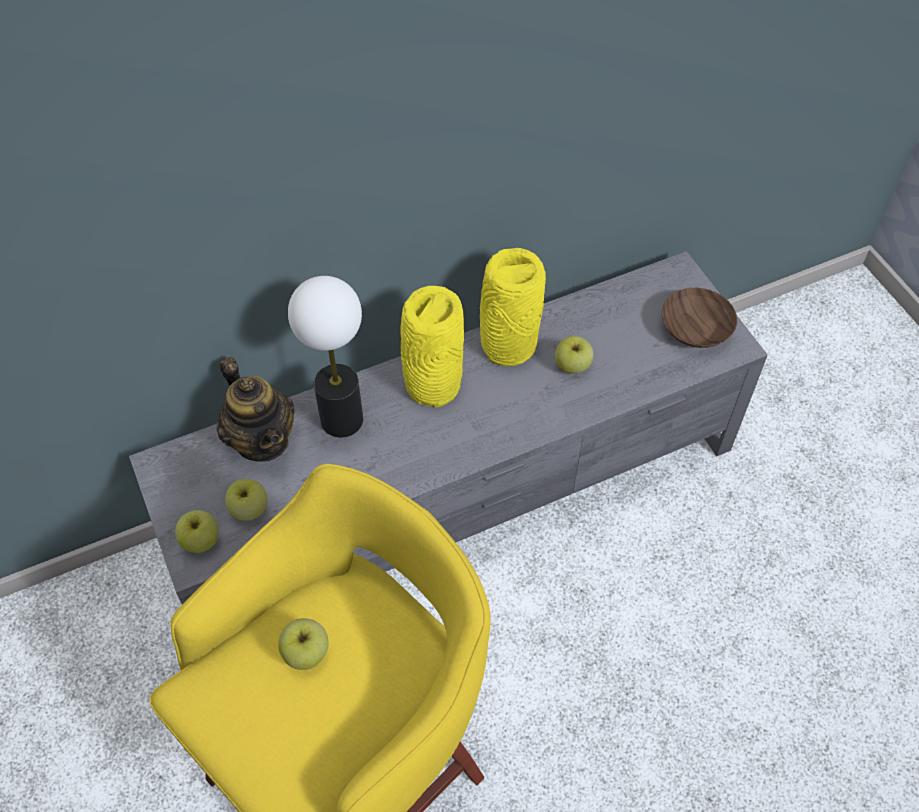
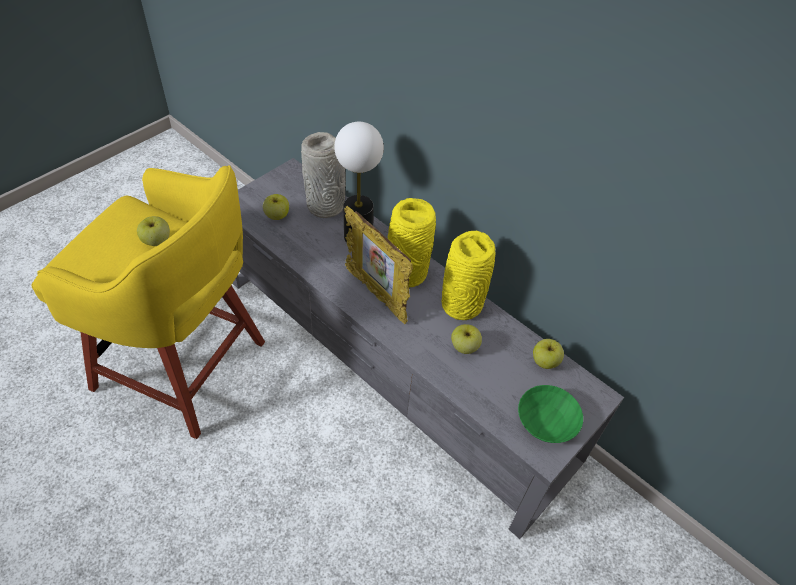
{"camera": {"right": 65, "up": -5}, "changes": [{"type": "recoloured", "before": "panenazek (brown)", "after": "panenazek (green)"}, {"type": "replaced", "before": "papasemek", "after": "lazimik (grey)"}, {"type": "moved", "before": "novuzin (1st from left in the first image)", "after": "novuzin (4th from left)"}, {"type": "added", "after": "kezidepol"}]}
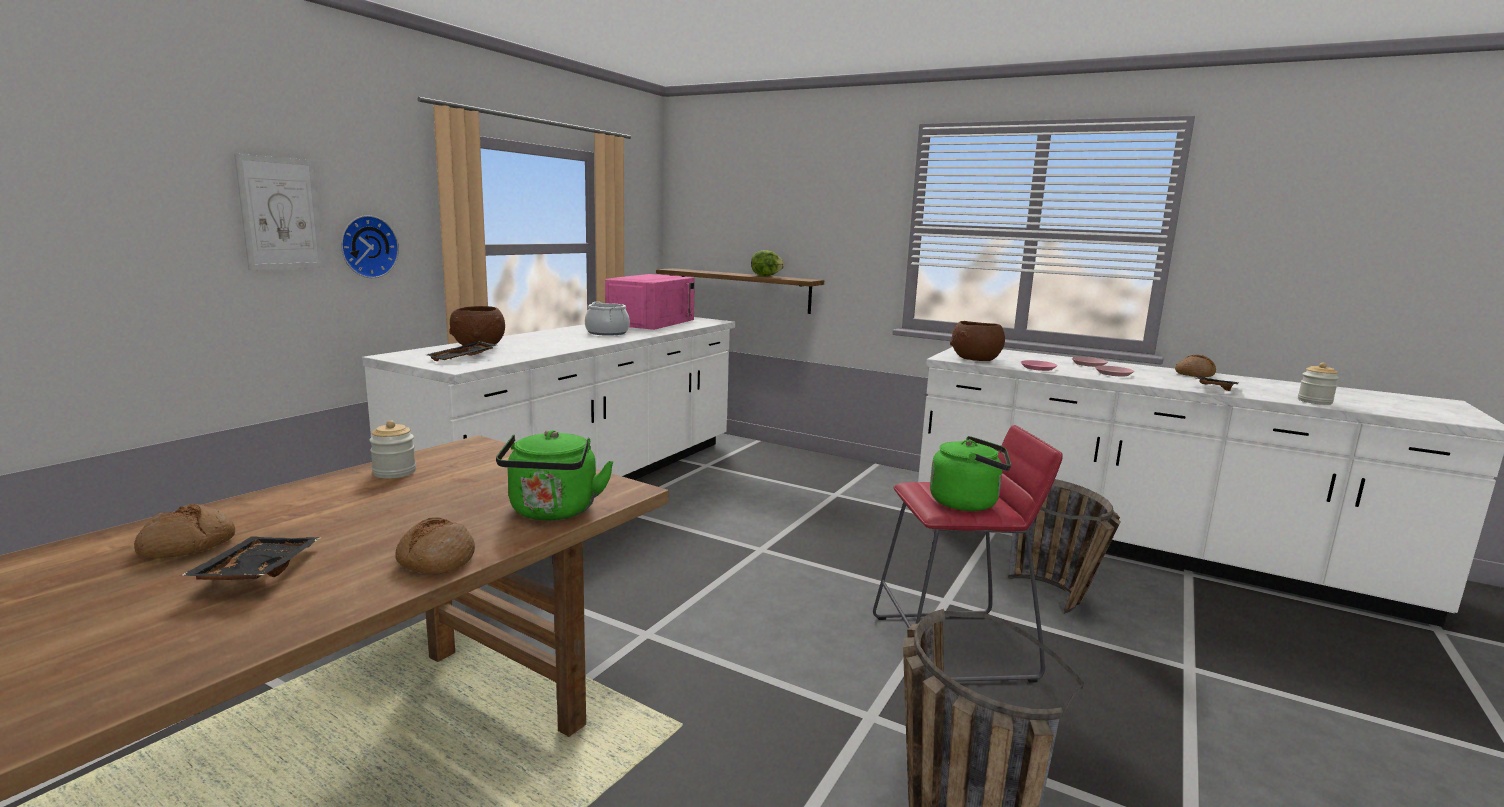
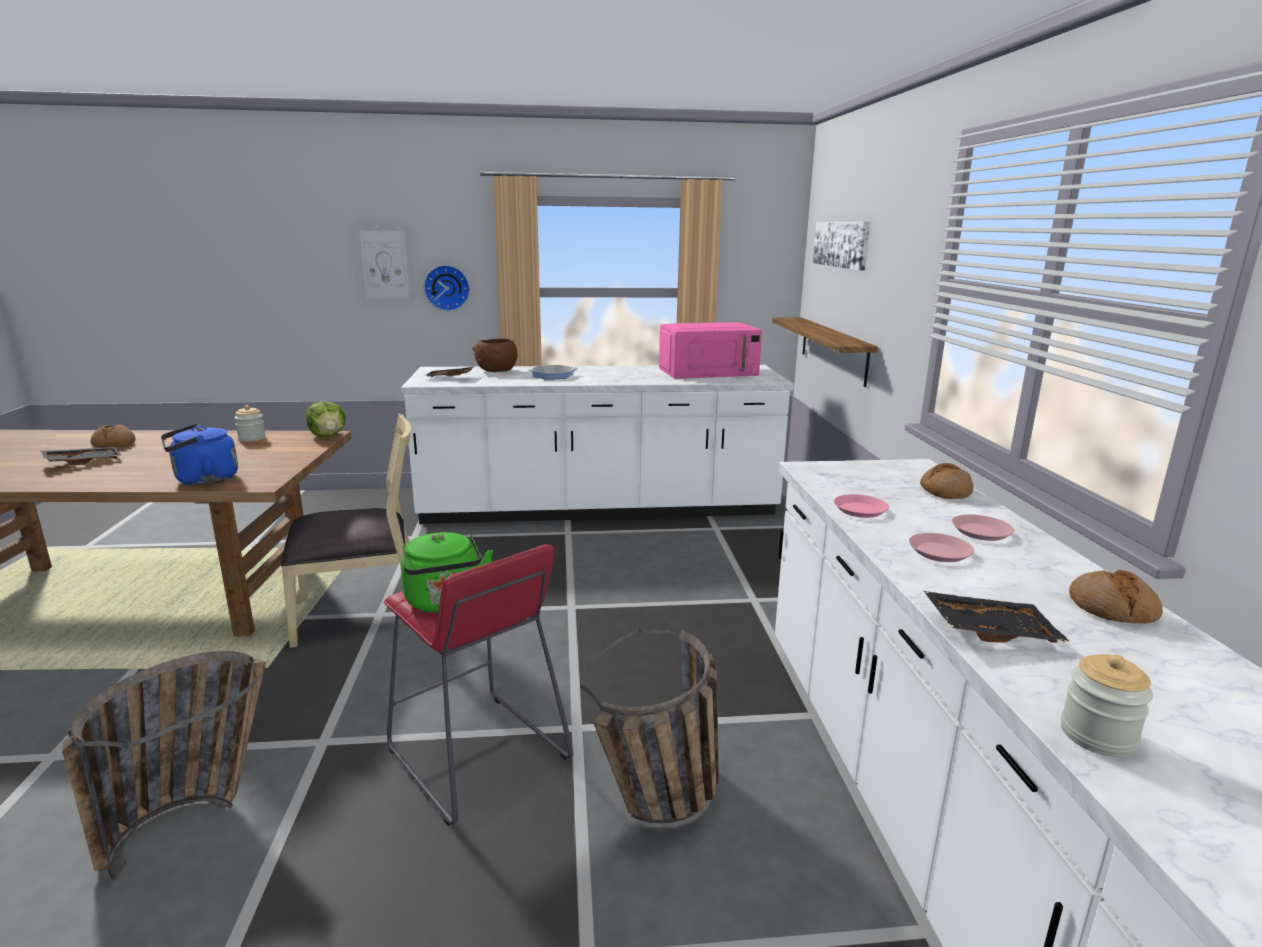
{"camera": {"right": 55, "up": 5}, "changes": [{"type": "moved", "before": "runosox"}, {"type": "removed", "before": "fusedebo"}, {"type": "removed", "before": "panenazek (brown) (2nd from left)"}, {"type": "recoloured", "before": "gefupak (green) (1st from left)", "after": "gefupak (blue)"}, {"type": "moved", "before": "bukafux (2nd from left)"}, {"type": "added", "after": "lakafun (2nd from left)"}, {"type": "added", "after": "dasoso"}, {"type": "added", "after": "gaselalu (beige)"}]}
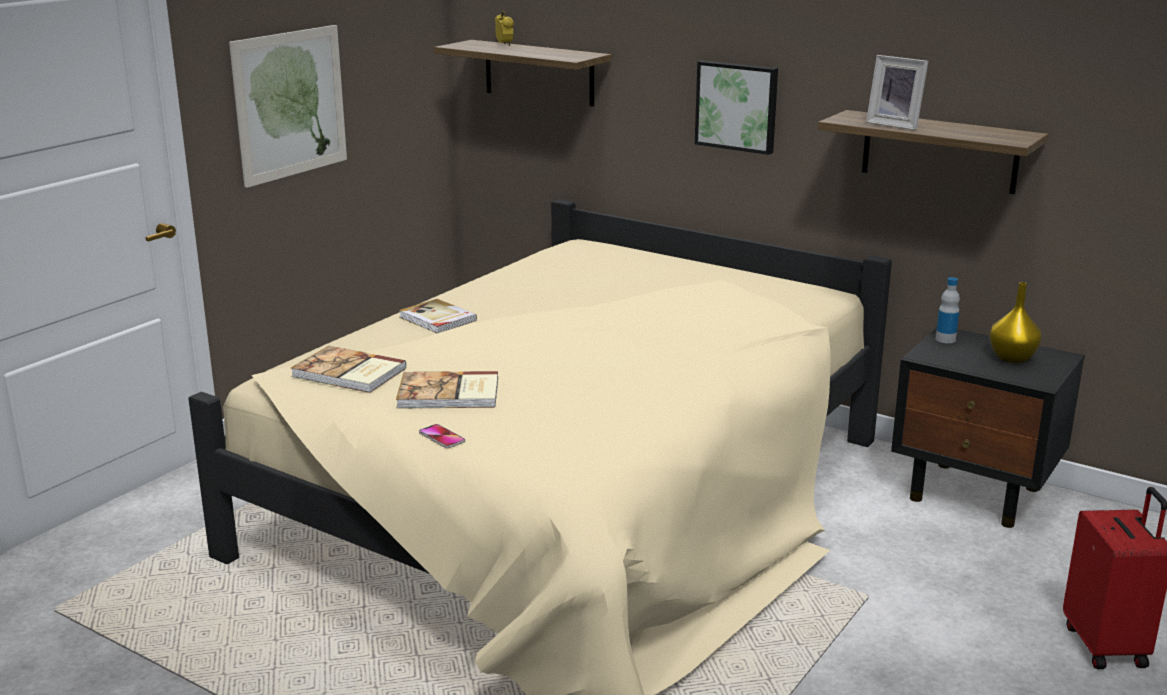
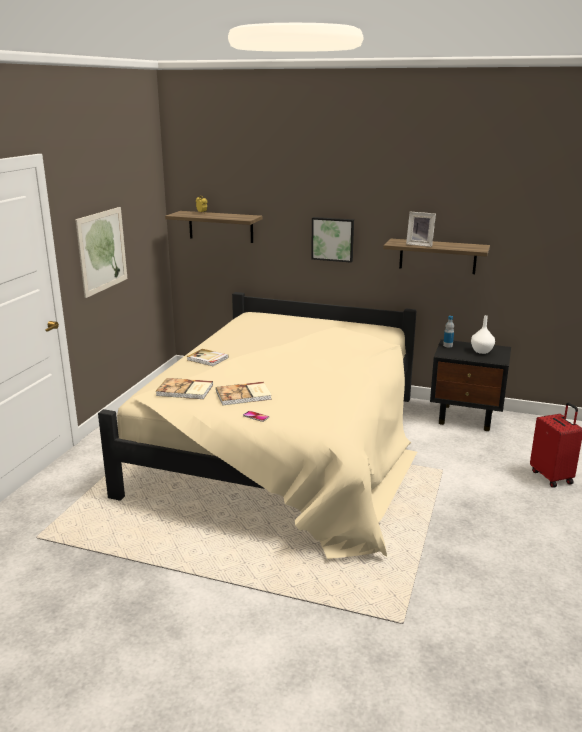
{"camera": {"right": -15, "up": 0}, "changes": [{"type": "recoloured", "before": "lazimik (yellow)", "after": "lazimik (white)"}]}
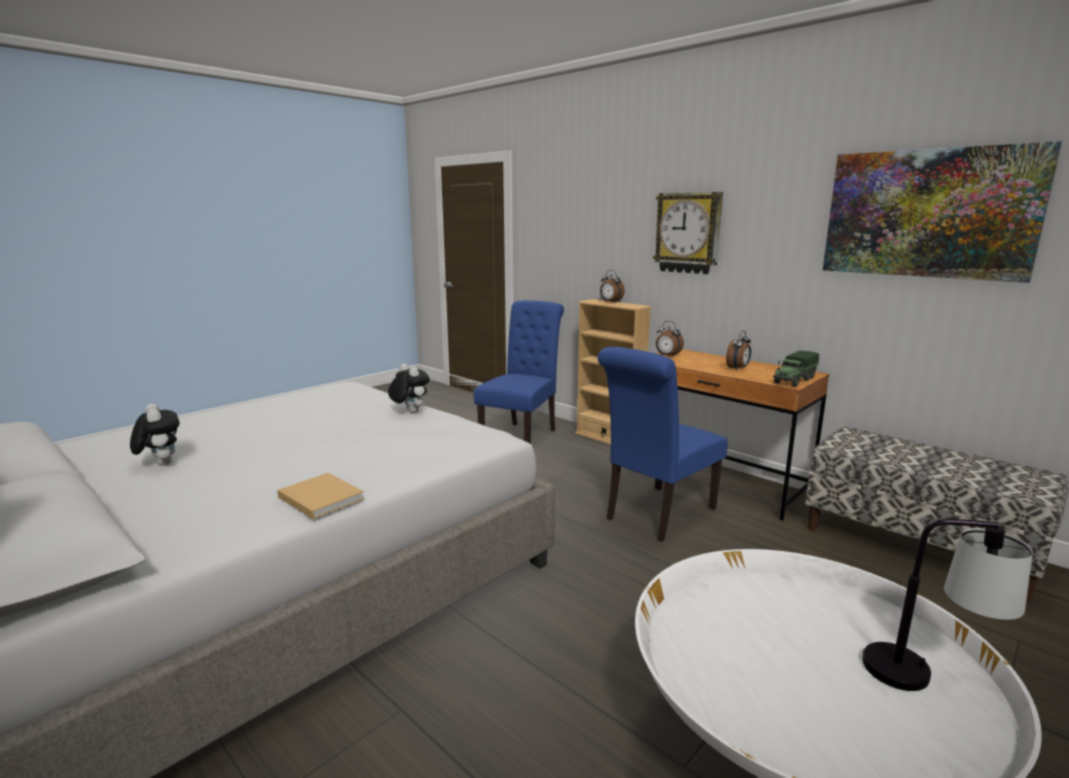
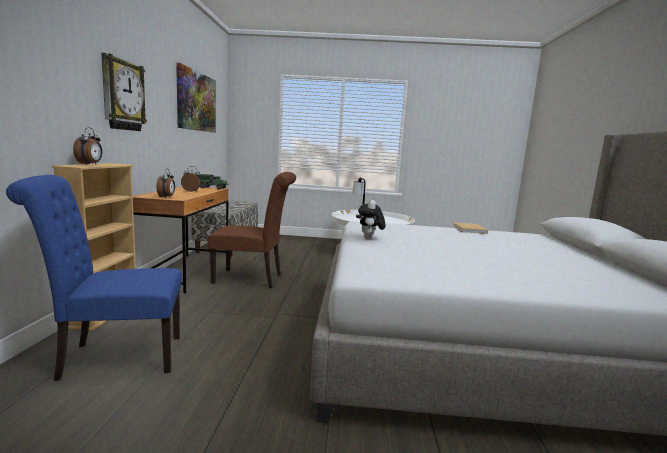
{"camera": {"right": -130, "up": -5}, "changes": [{"type": "recoloured", "before": "gaselalu (blue) (2nd from left)", "after": "gaselalu (brown)"}, {"type": "removed", "before": "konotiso (1st from left)"}]}
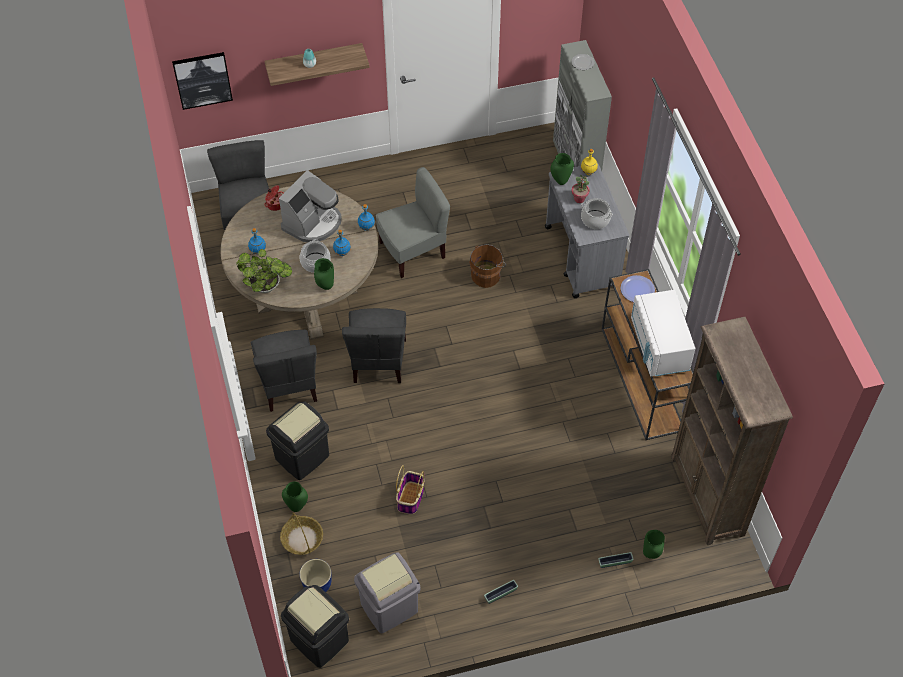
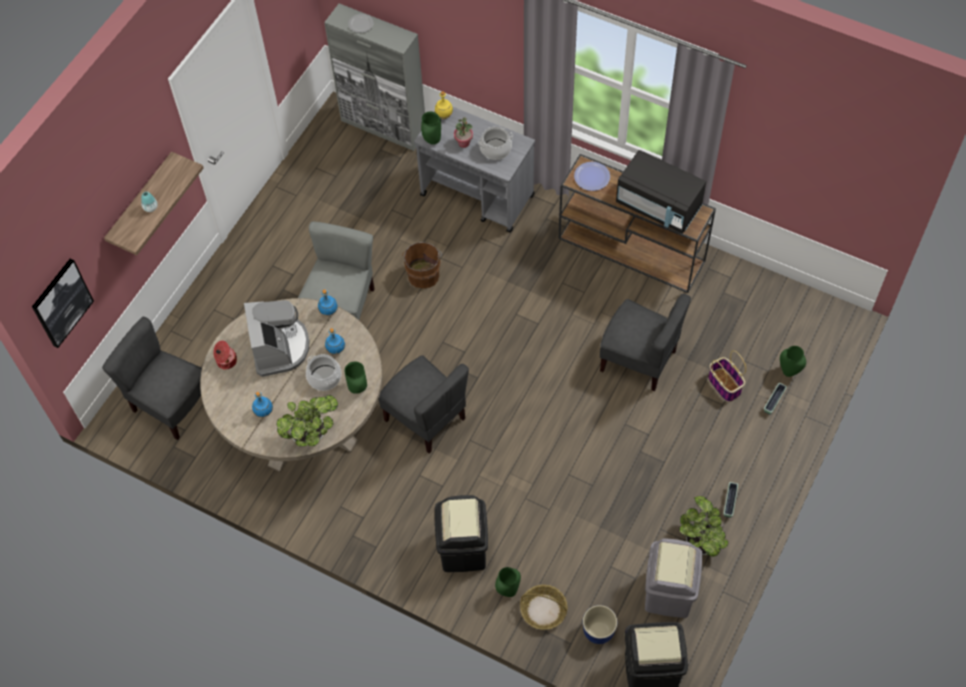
{"camera": {"right": -45, "up": 5}, "changes": [{"type": "recoloured", "before": "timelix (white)", "after": "timelix (black)"}, {"type": "removed", "before": "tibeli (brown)"}, {"type": "moved", "before": "gaselalu (grey) (2nd from left in the first image)", "after": "gaselalu (grey) (4th from left)"}, {"type": "moved", "before": "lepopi (2nd from left)"}, {"type": "added", "after": "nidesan (3rd from left)"}]}
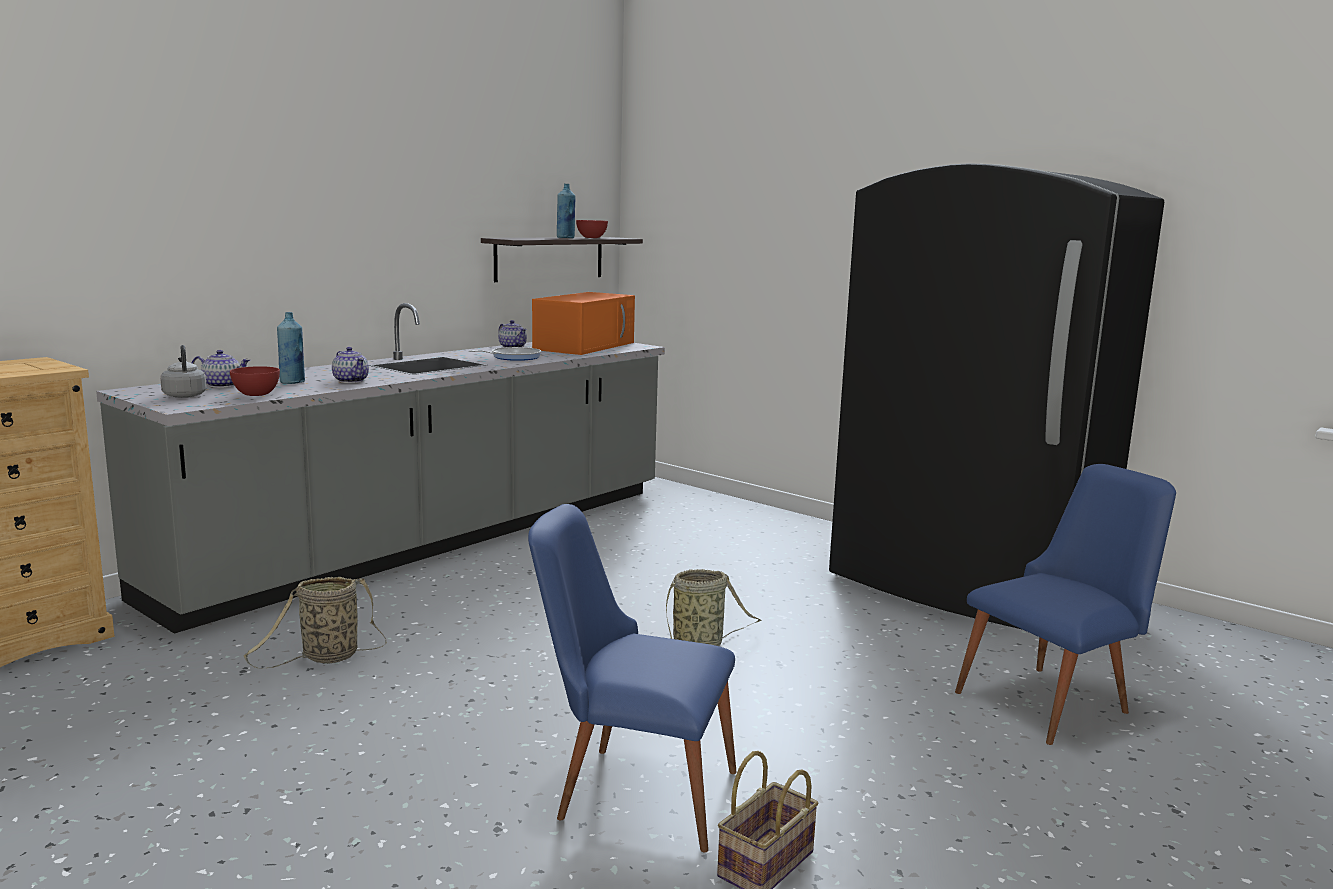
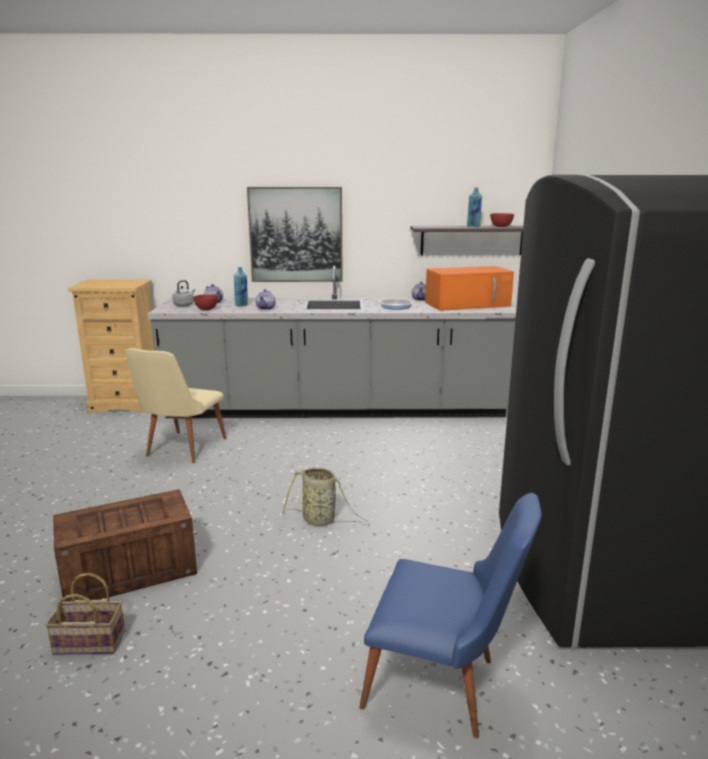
{"camera": {"right": 50, "up": 5}, "changes": [{"type": "replaced", "before": "gaselalu (blue) (1st from left)", "after": "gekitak"}, {"type": "replaced", "before": "lepopi (1st from left)", "after": "gaselalu (beige)"}, {"type": "added", "after": "lakafun"}]}
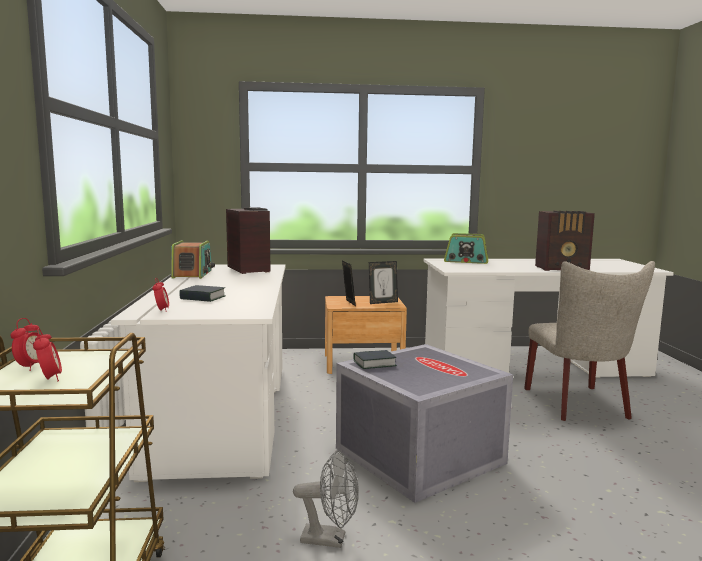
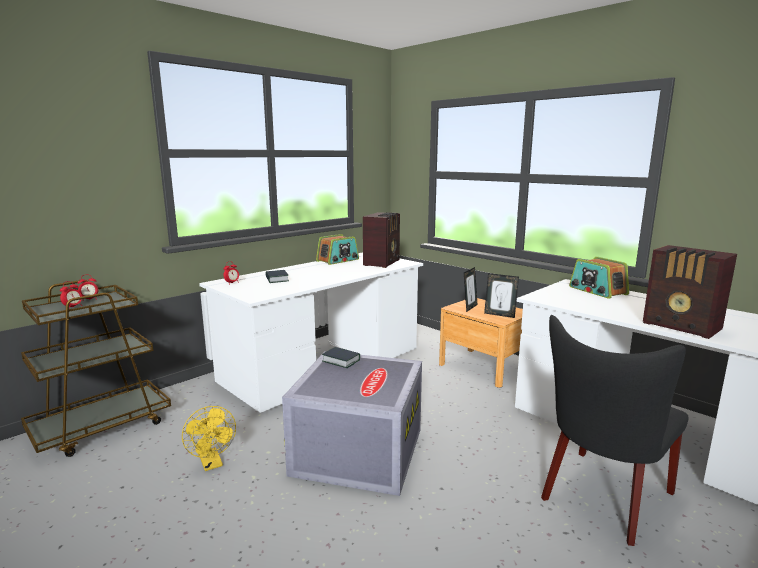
{"camera": {"right": 50, "up": 5}, "changes": [{"type": "recoloured", "before": "gaselalu (beige)", "after": "gaselalu (black)"}, {"type": "recoloured", "before": "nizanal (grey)", "after": "nizanal (yellow)"}]}
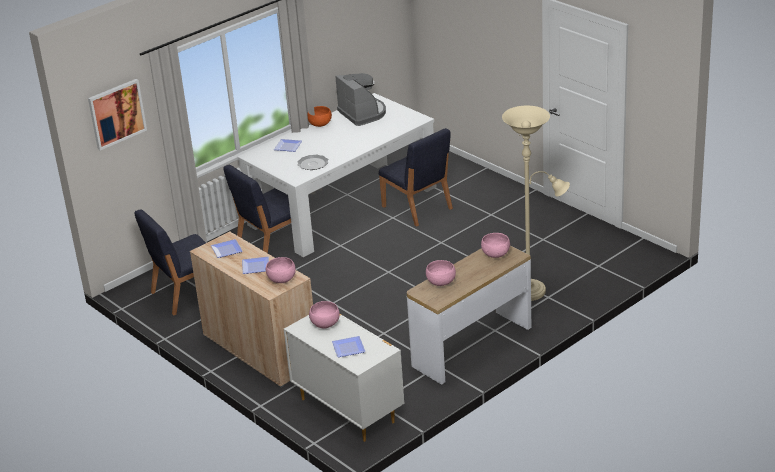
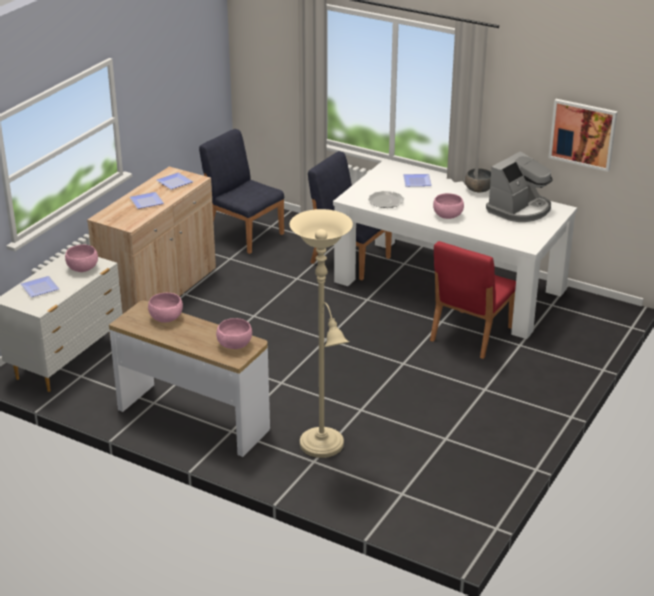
{"camera": {"right": 70, "up": 0}, "changes": [{"type": "moved", "before": "lakafun"}, {"type": "recoloured", "before": "panenazek (orange)", "after": "panenazek (grey)"}, {"type": "recoloured", "before": "gaselalu (blue) (3rd from left)", "after": "gaselalu (red)"}, {"type": "moved", "before": "panenazek (pink) (1st from left in the first image)", "after": "panenazek (pink) (4th from left)"}]}
